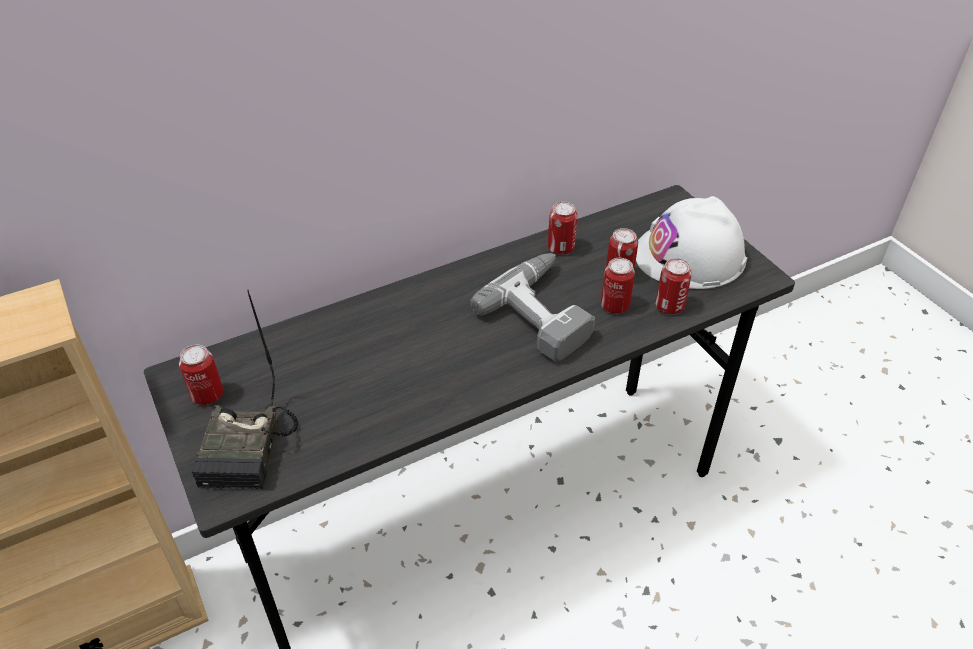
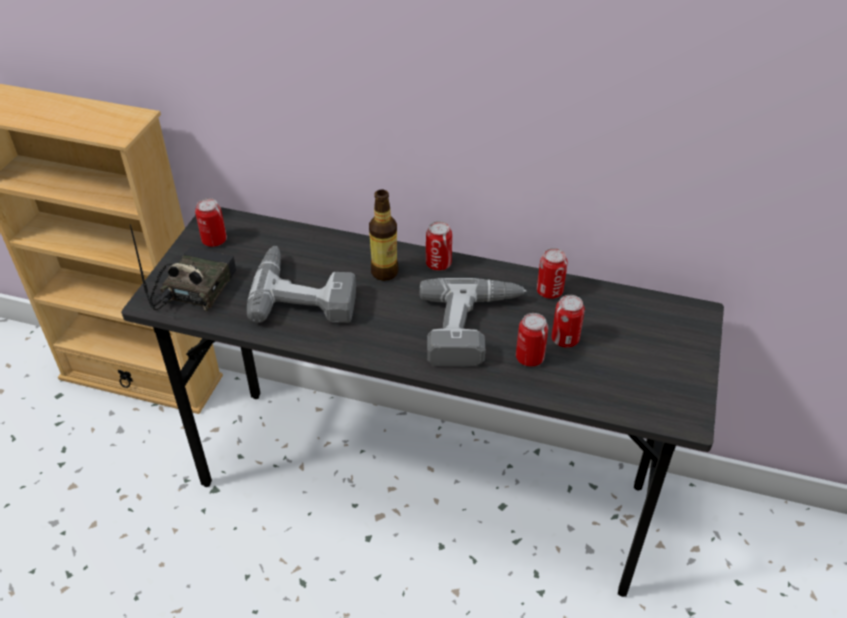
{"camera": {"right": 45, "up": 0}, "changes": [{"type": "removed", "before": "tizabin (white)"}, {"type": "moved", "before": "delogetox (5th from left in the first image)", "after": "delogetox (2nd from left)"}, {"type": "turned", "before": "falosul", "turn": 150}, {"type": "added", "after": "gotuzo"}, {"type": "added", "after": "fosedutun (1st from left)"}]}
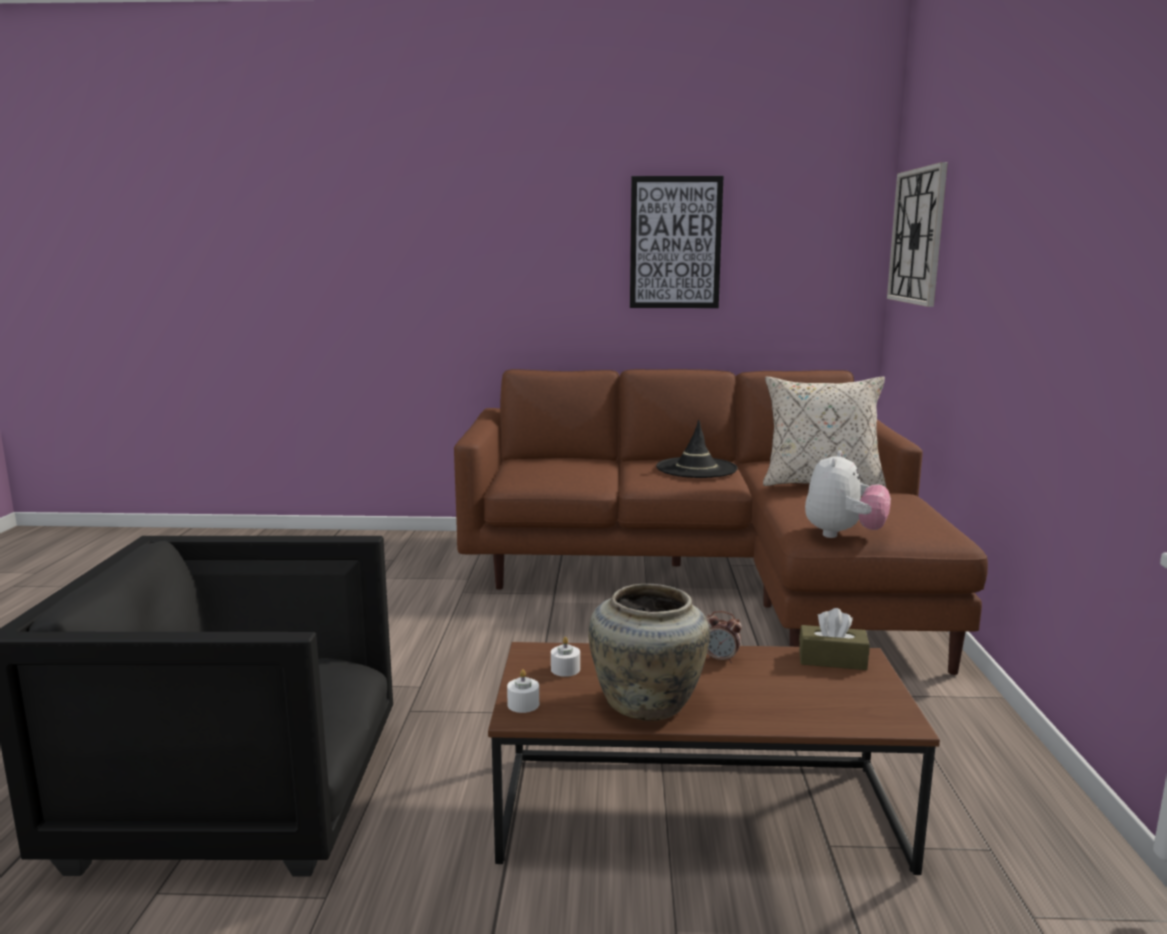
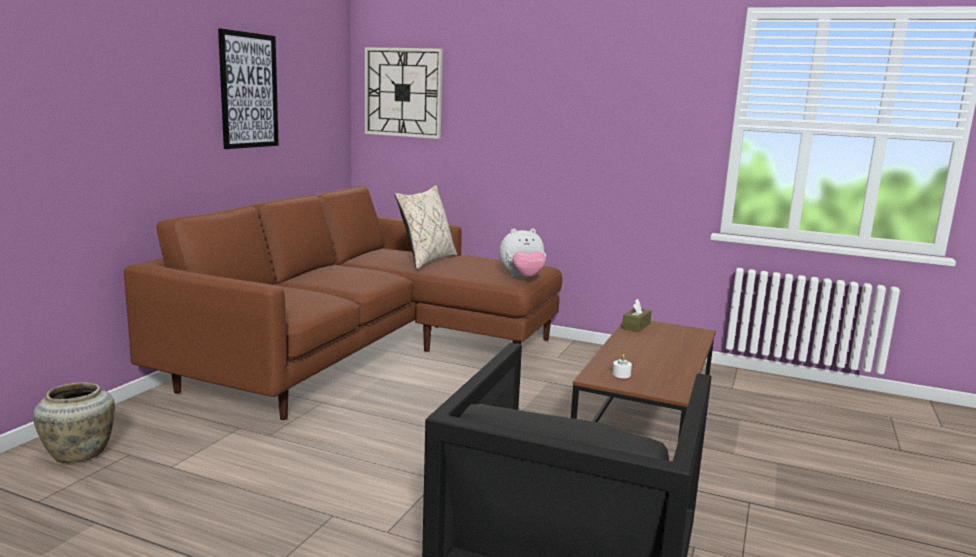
{"camera": {"right": -70, "up": 0}, "changes": [{"type": "removed", "before": "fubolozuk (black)"}, {"type": "turned", "before": "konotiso", "turn": 120}, {"type": "moved", "before": "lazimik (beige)"}, {"type": "removed", "before": "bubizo"}, {"type": "removed", "before": "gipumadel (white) (1st from left)"}]}
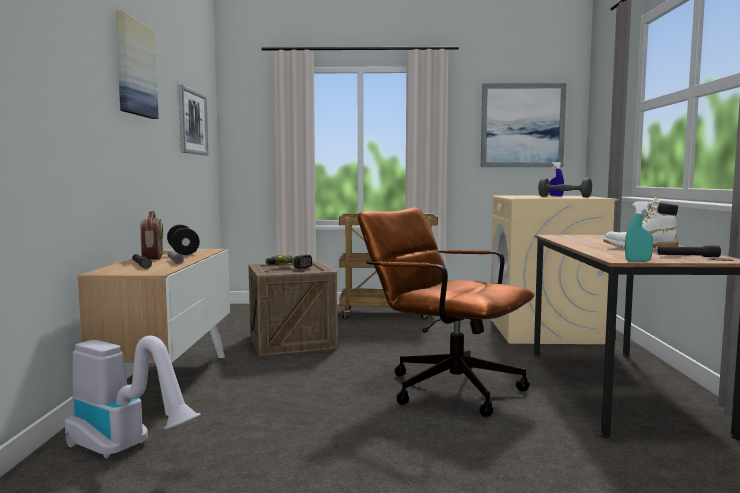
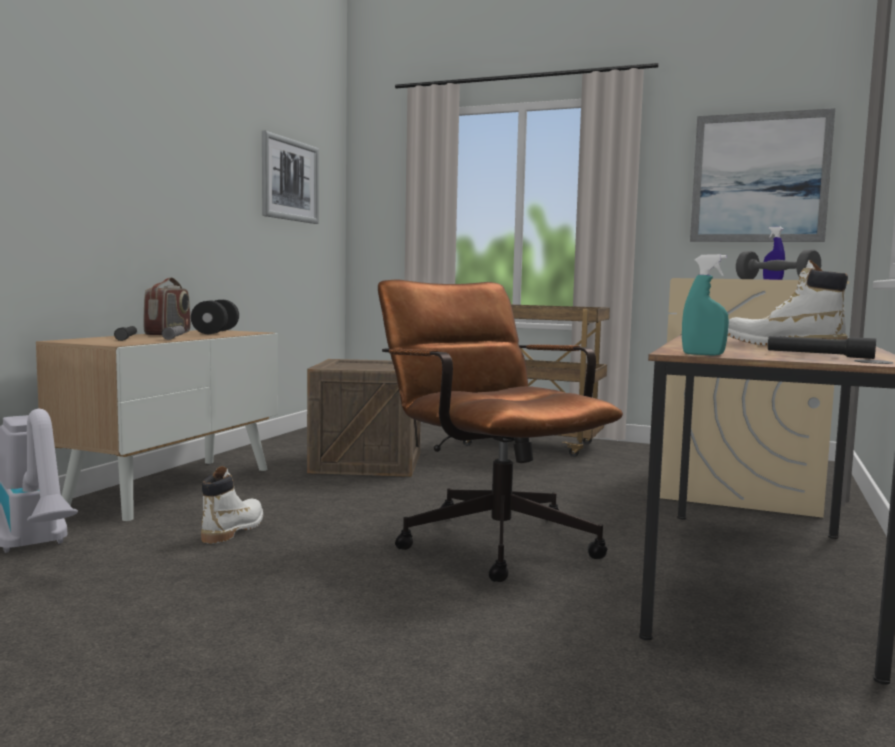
{"camera": {"right": 20, "up": 0}, "changes": [{"type": "removed", "before": "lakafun (1st from left)"}, {"type": "removed", "before": "fosedutun"}, {"type": "added", "after": "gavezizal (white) (1st from left)"}]}
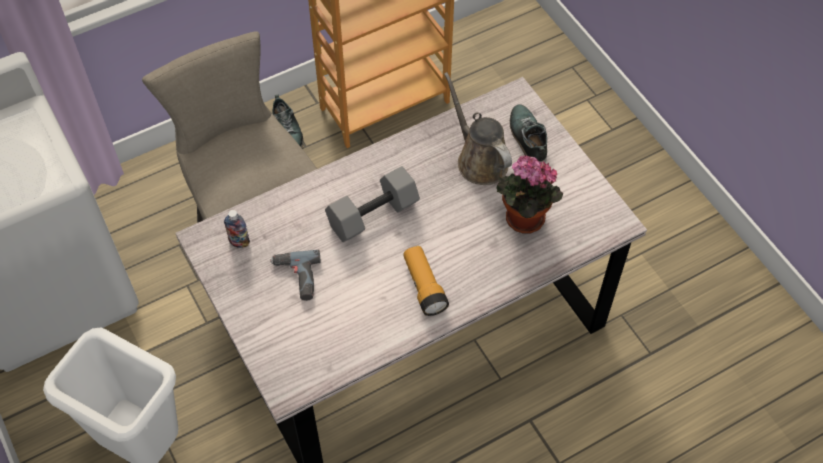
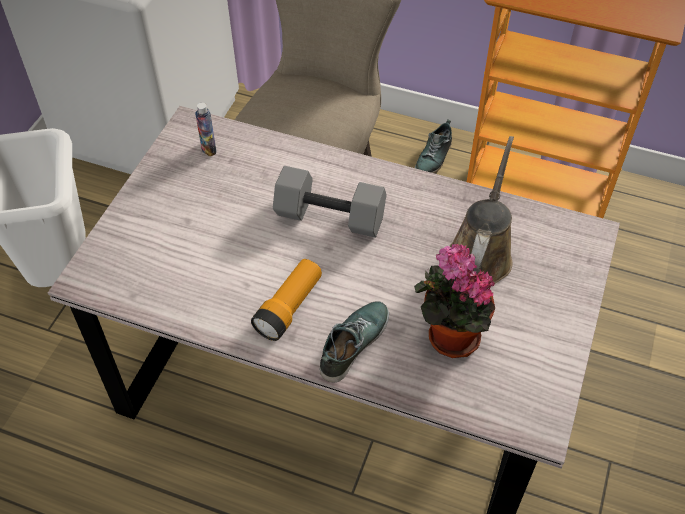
{"camera": {"right": 50, "up": -5}, "changes": [{"type": "moved", "before": "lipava (2nd from left in the first image)", "after": "lipava (1st from left)"}, {"type": "removed", "before": "fosedutun"}]}
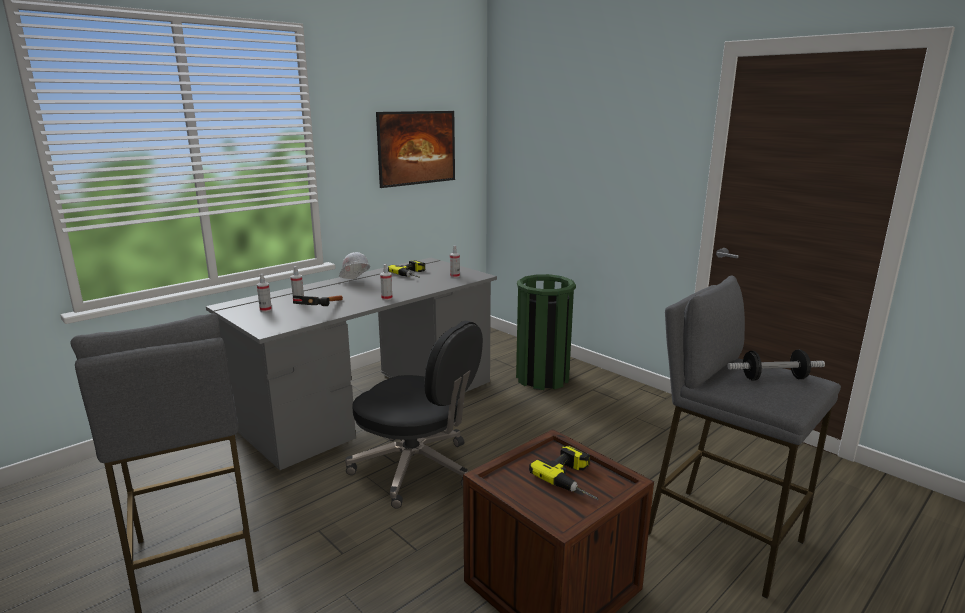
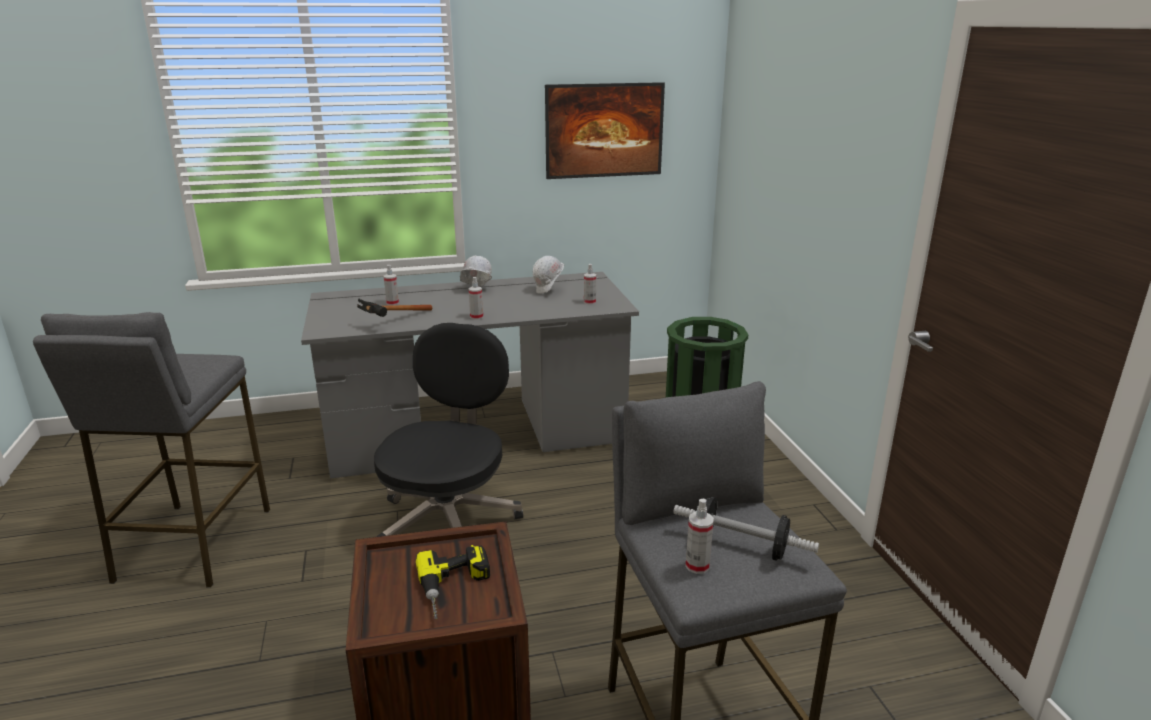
{"camera": {"right": 30, "up": 5}, "changes": [{"type": "replaced", "before": "fosedutun (1st from left)", "after": "tizabin (white) (2nd from left)"}, {"type": "moved", "before": "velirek (1st from left in the first image)", "after": "velirek (4th from left)"}, {"type": "turned", "before": "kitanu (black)", "turn": -135}]}
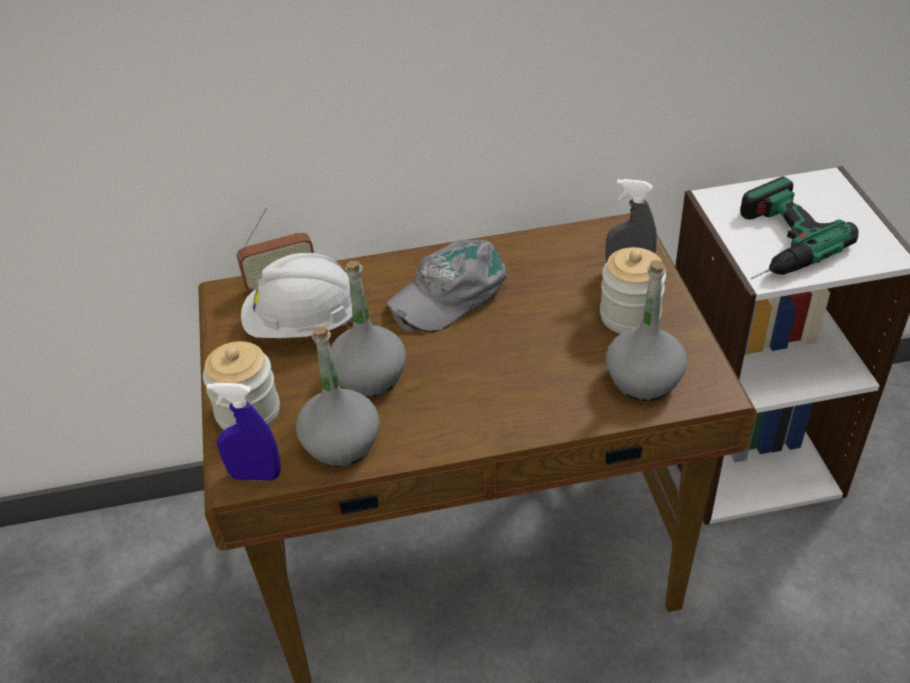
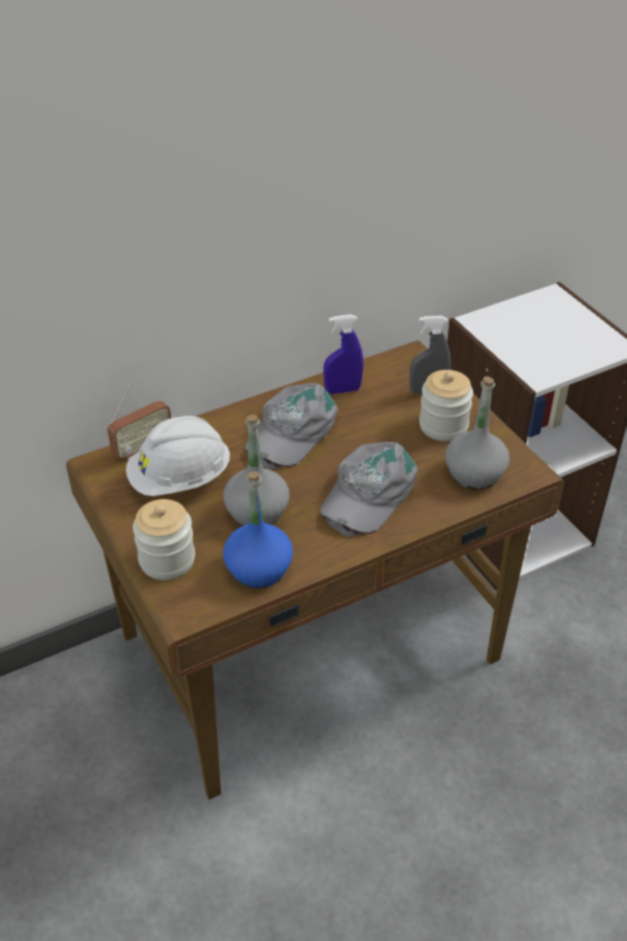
{"camera": {"right": -20, "up": 0}, "changes": [{"type": "removed", "before": "fosedutun"}, {"type": "recoloured", "before": "gotuzo (grey) (1st from left)", "after": "gotuzo (blue)"}, {"type": "moved", "before": "velirek (blue)"}, {"type": "added", "after": "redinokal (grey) (2nd from left)"}]}
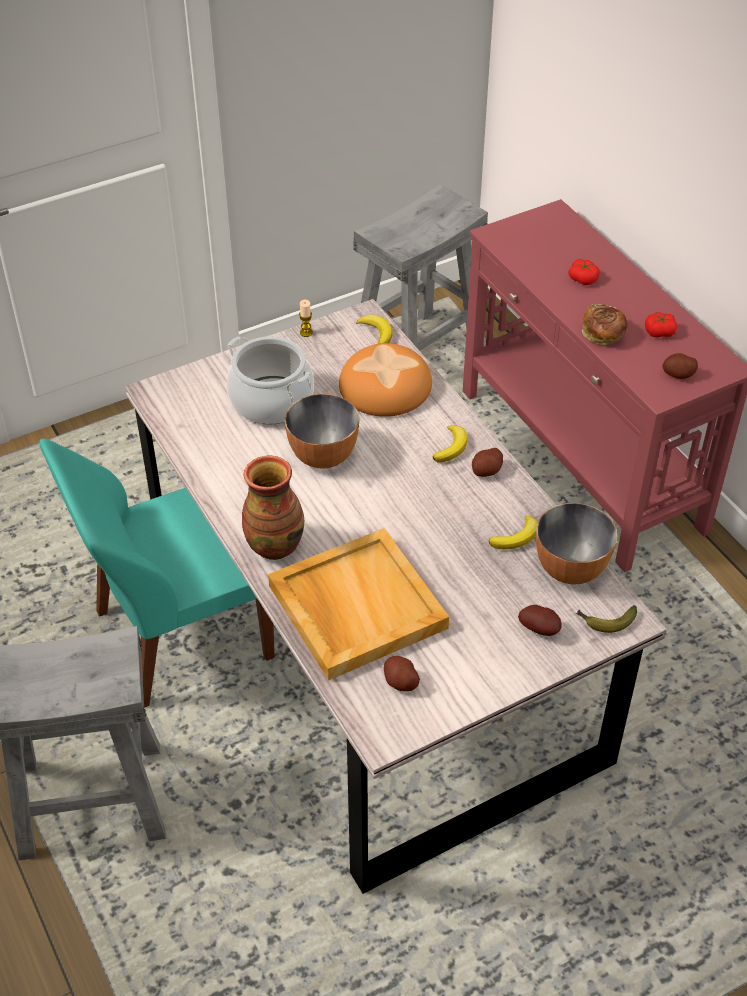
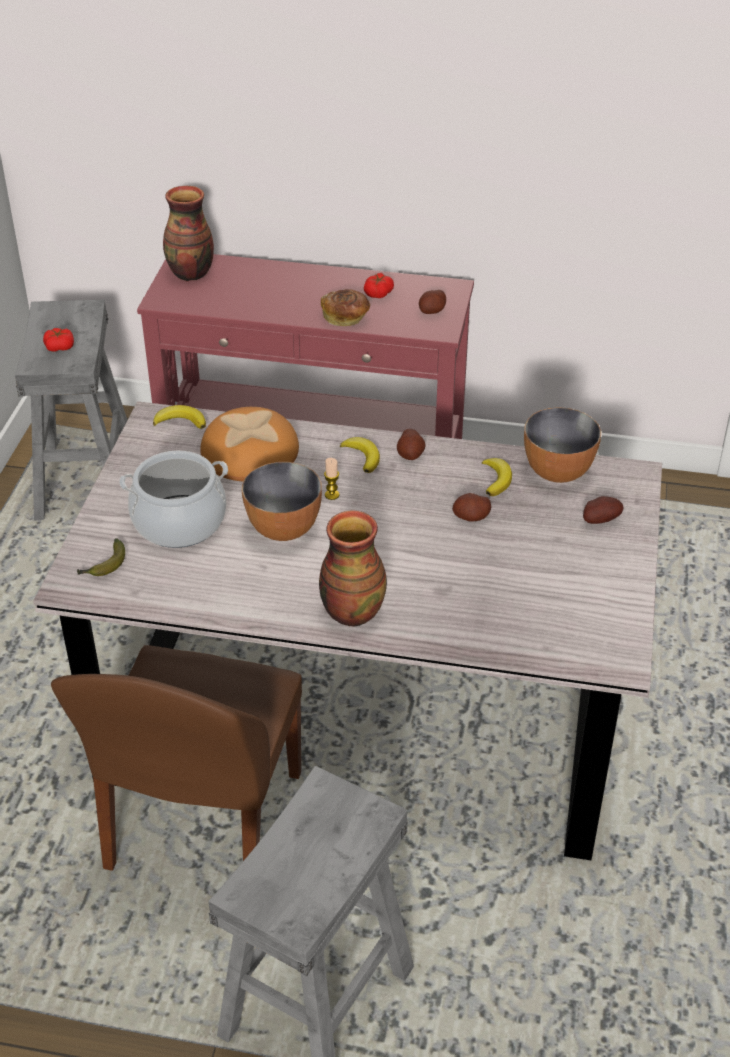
{"camera": {"right": -50, "up": -5}, "changes": [{"type": "moved", "before": "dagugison (1st from left)"}, {"type": "moved", "before": "gipumadel"}, {"type": "recoloured", "before": "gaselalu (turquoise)", "after": "gaselalu (brown)"}, {"type": "removed", "before": "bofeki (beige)"}, {"type": "moved", "before": "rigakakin (4th from left in the first image)", "after": "rigakakin (1st from left)"}, {"type": "moved", "before": "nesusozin (1st from left in the first image)", "after": "nesusozin (3rd from left)"}, {"type": "added", "after": "lazimik (1st from left)"}]}
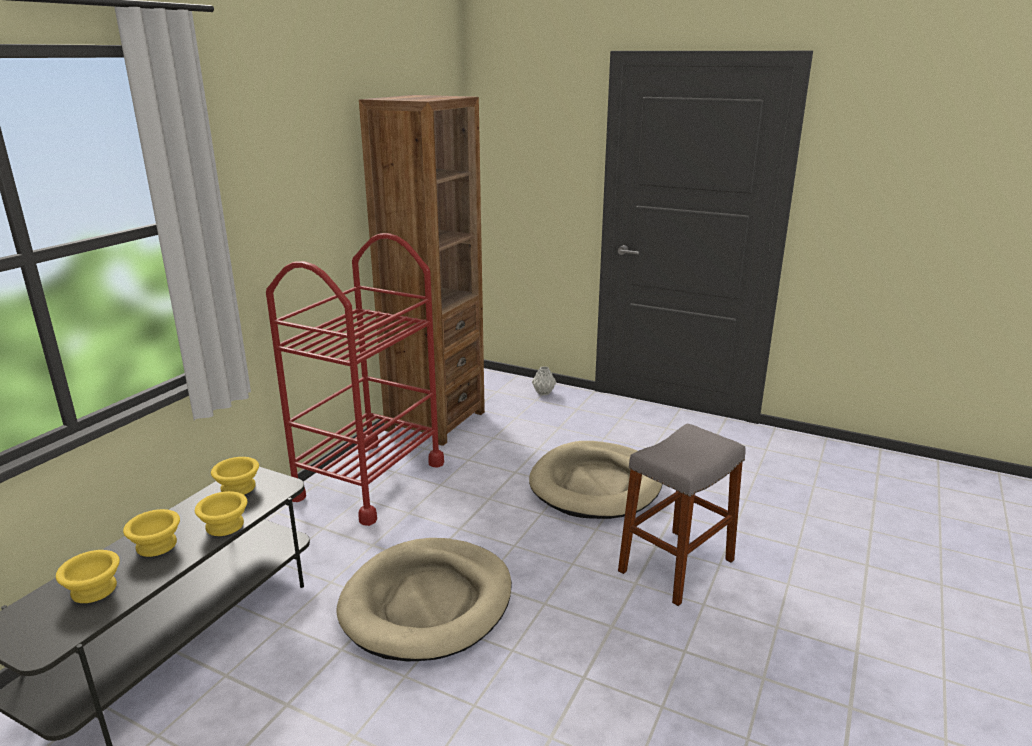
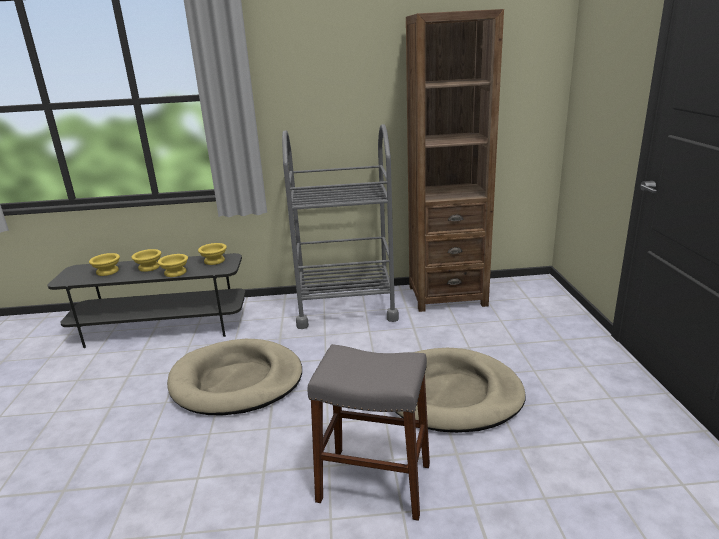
{"camera": {"right": 60, "up": 0}, "changes": [{"type": "recoloured", "before": "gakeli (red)", "after": "gakeli (grey)"}, {"type": "removed", "before": "lazimik (grey)"}]}
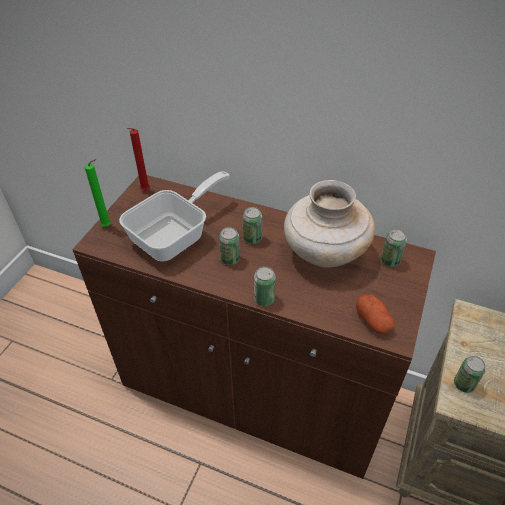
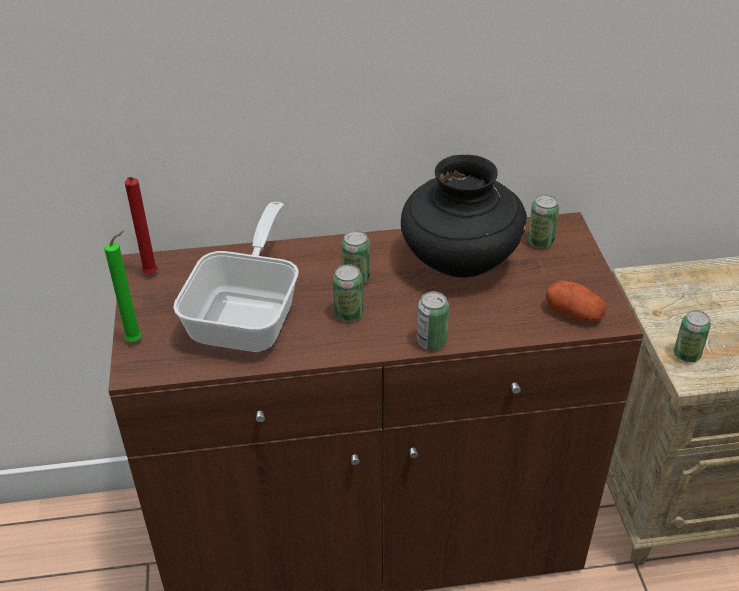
{"camera": {"right": -30, "up": -5}, "changes": [{"type": "recoloured", "before": "lazimik (beige)", "after": "lazimik (black)"}]}
